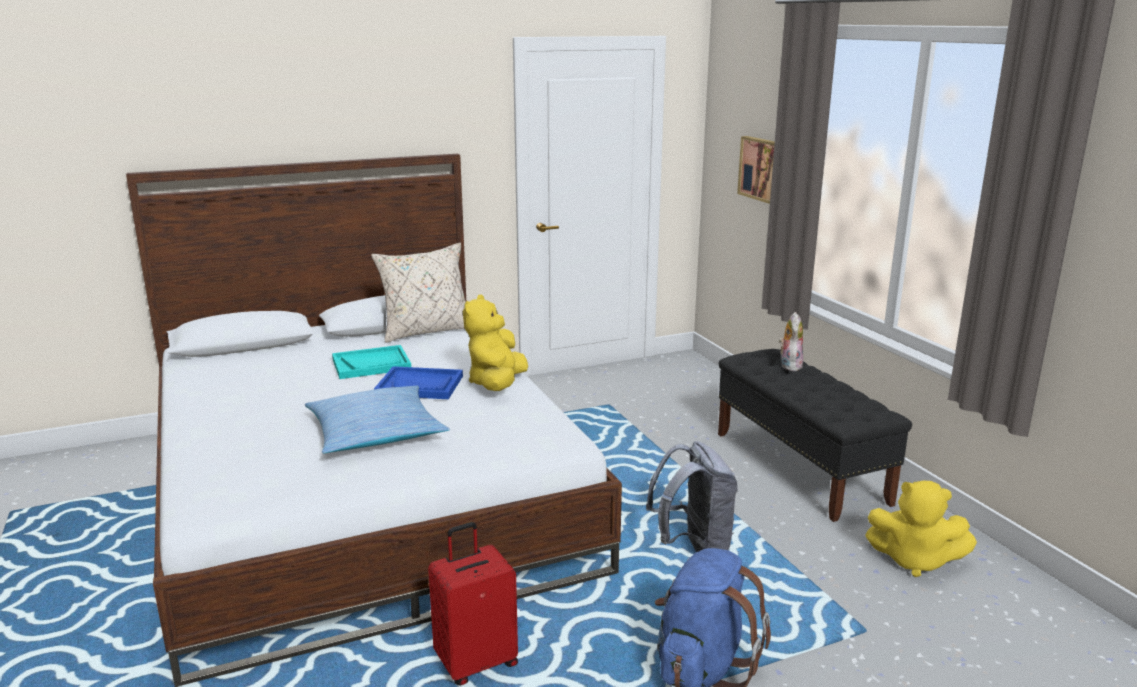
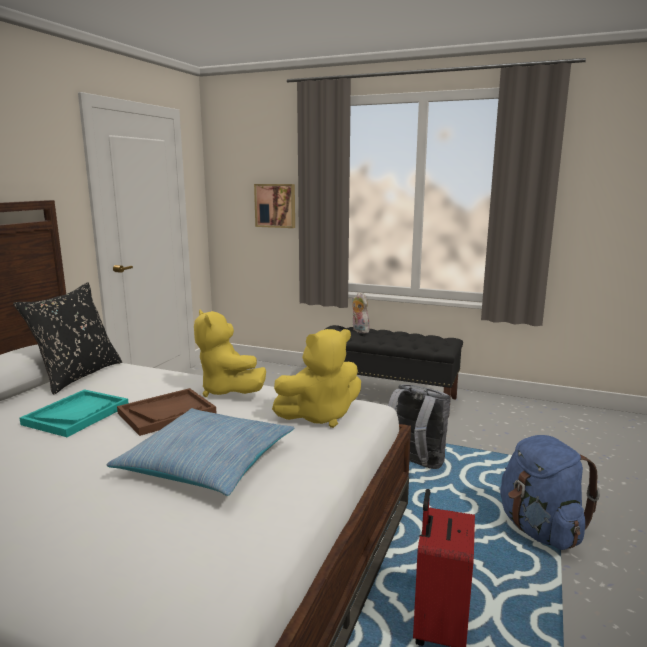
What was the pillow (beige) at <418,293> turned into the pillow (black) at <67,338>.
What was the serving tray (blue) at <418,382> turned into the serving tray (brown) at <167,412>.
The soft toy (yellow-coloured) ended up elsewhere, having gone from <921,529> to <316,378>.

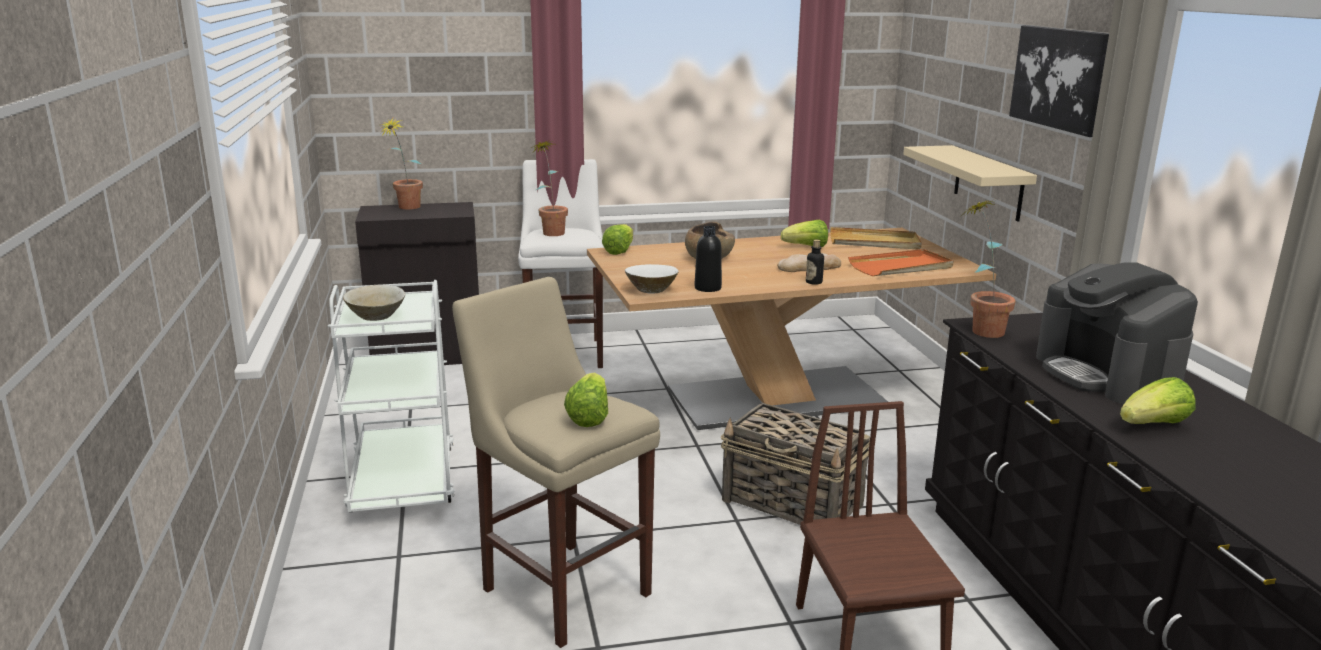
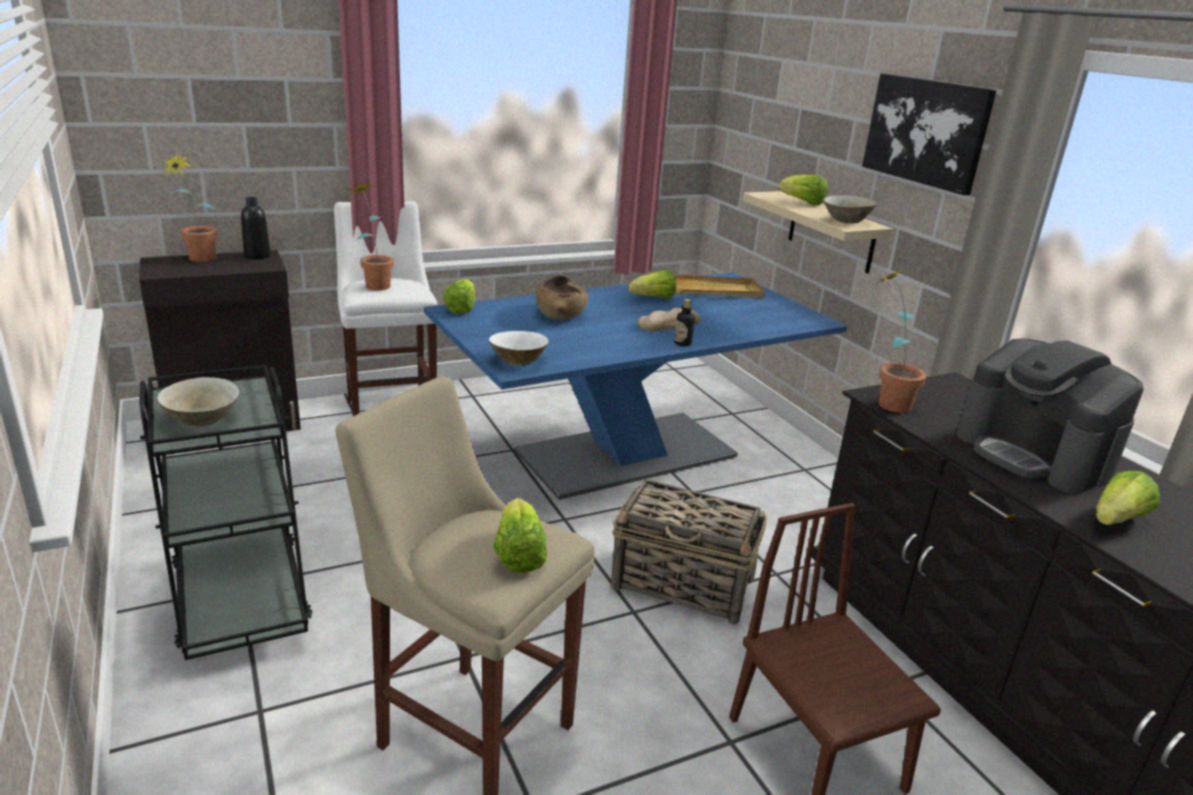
What was the wheeled cart (whitish) at <391,396> turned into the wheeled cart (black) at <225,512>.
What was the dining table (beige) at <791,329> turned into the dining table (blue) at <635,386>.
The beverage bottle (black) ended up elsewhere, having gone from <708,259> to <256,228>.
The second view lost the serving tray (orangey) at <901,262>.
The second view gained the lettuce at <803,190>.
The second view gained the deep dish (beige) at <850,209>.

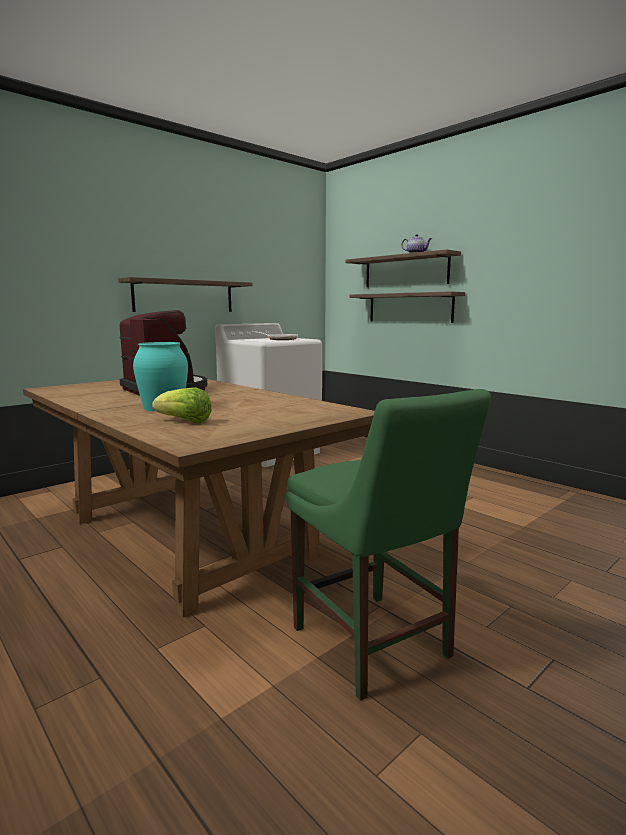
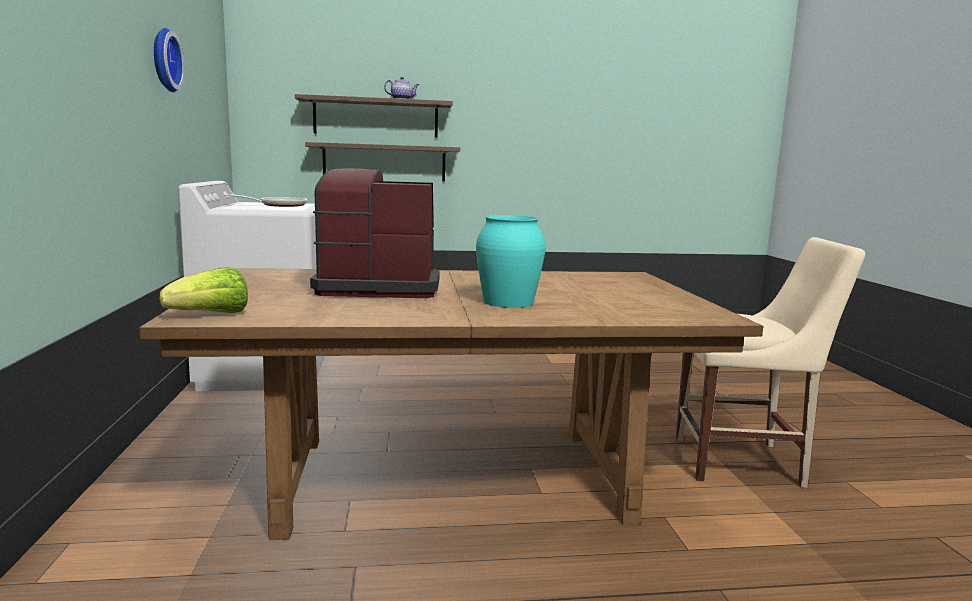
The second view lost the shelf at <185,294>.
The lettuce ended up elsewhere, having gone from <182,405> to <204,290>.
What was the plain chair (greenish) at <388,545> turned into the plain chair (beige) at <770,362>.
The second view gained the wall clock at <169,60>.

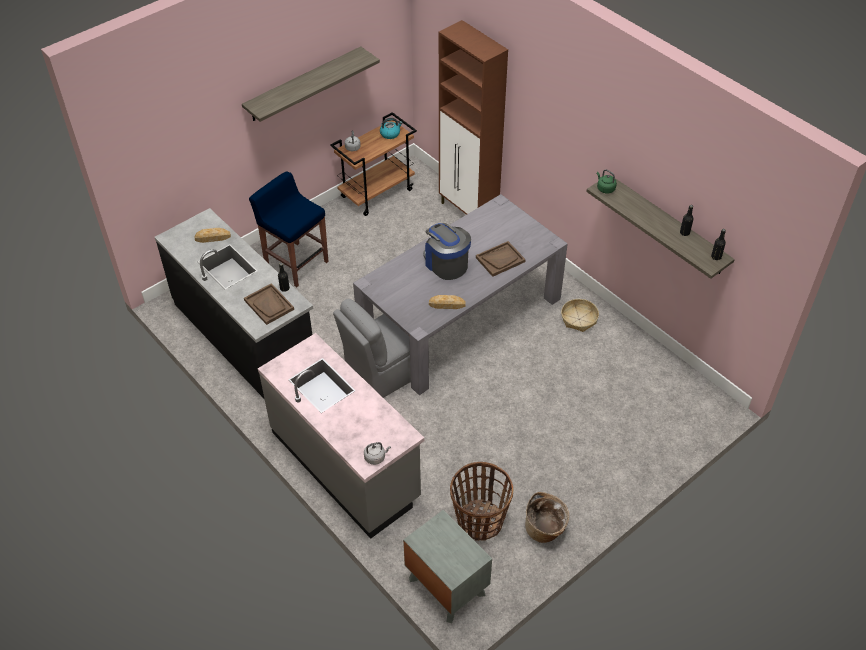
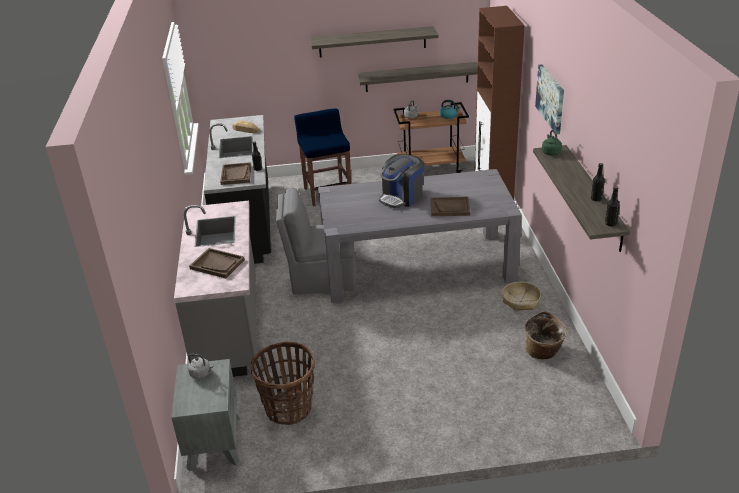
The kettle (greyish) ended up elsewhere, having gone from <377,453> to <200,366>.
The coffee maker at <447,251> ended up facing another way, 135 degrees counterclockwise from before.
The second view lost the bakery bread at <447,302>.
The basket ended up elsewhere, having gone from <547,517> to <546,335>.
The second view gained the serving tray (brown) at <217,263>.
The second view gained the shelf at <417,77>.
The second view gained the wall picture at <549,99>.

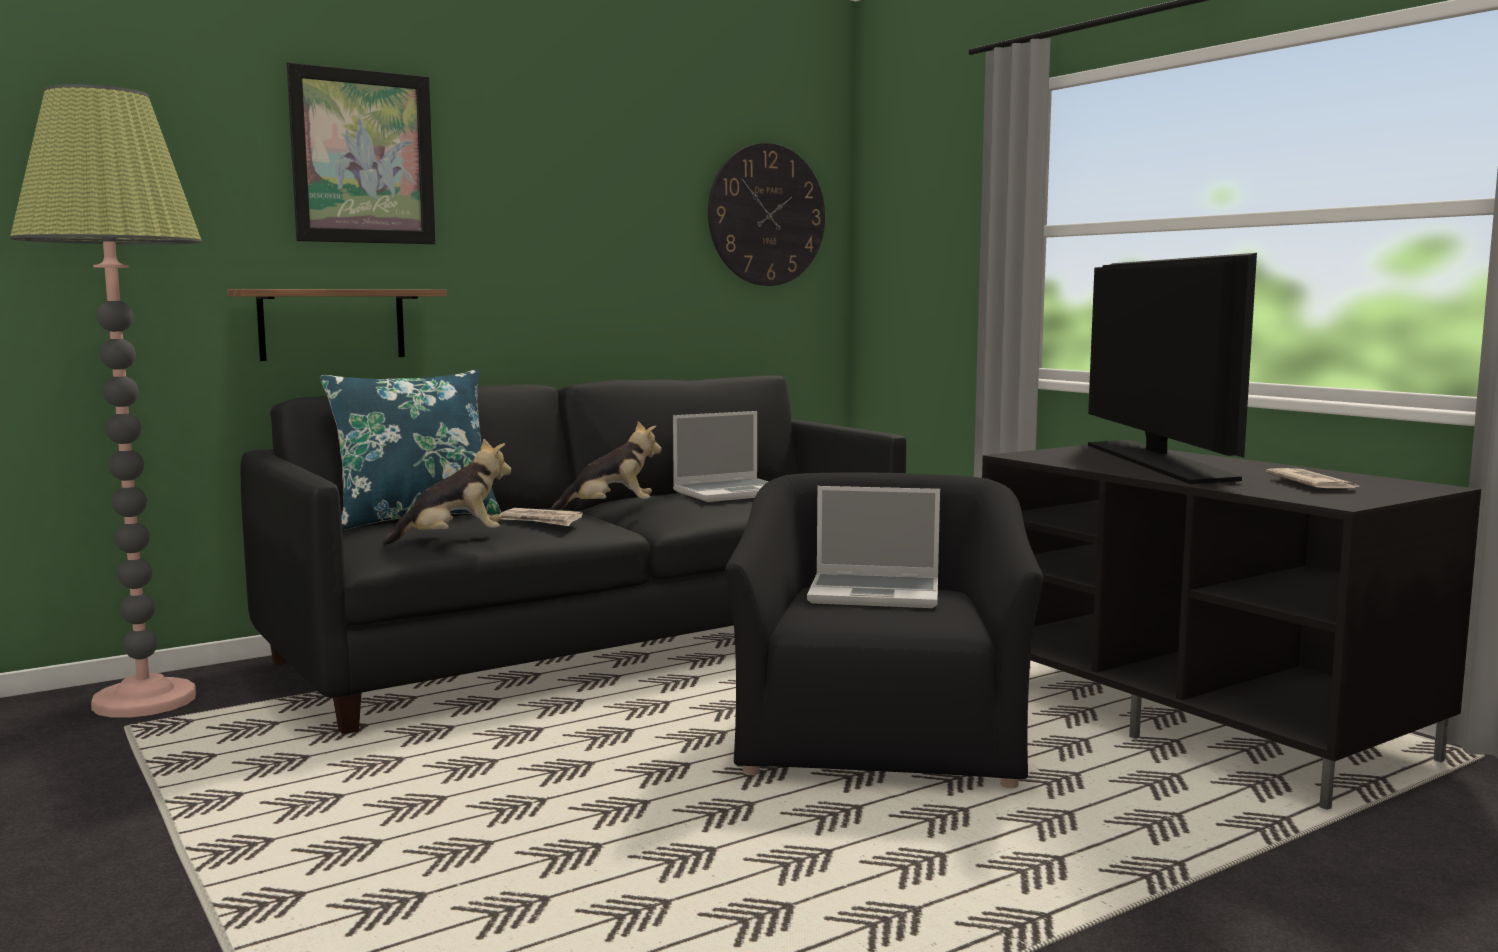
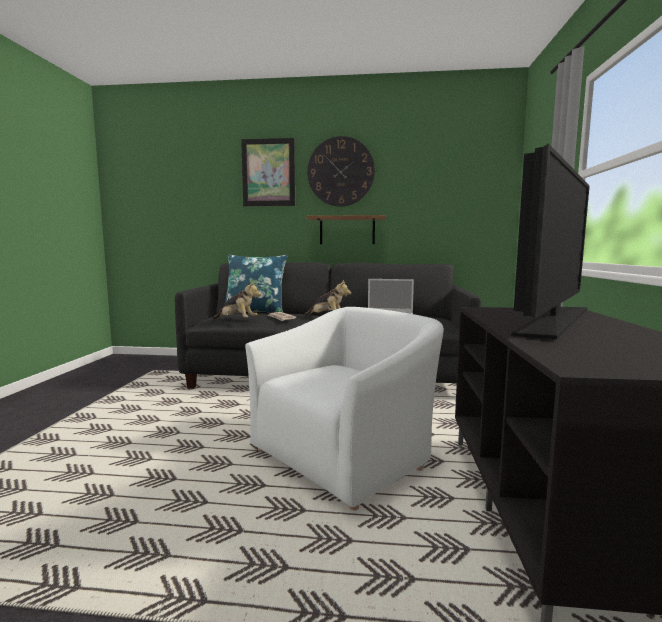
The second view lost the standard lamp at <106,401>.
The shelf ended up elsewhere, having gone from <337,325> to <346,229>.
The wall clock ended up elsewhere, having gone from <766,214> to <341,171>.
What was the lounge chair (black) at <884,630> turned into the lounge chair (whitish) at <344,408>.
The second view lost the laptop at <873,547>.
The second view lost the printed paper at <1313,478>.

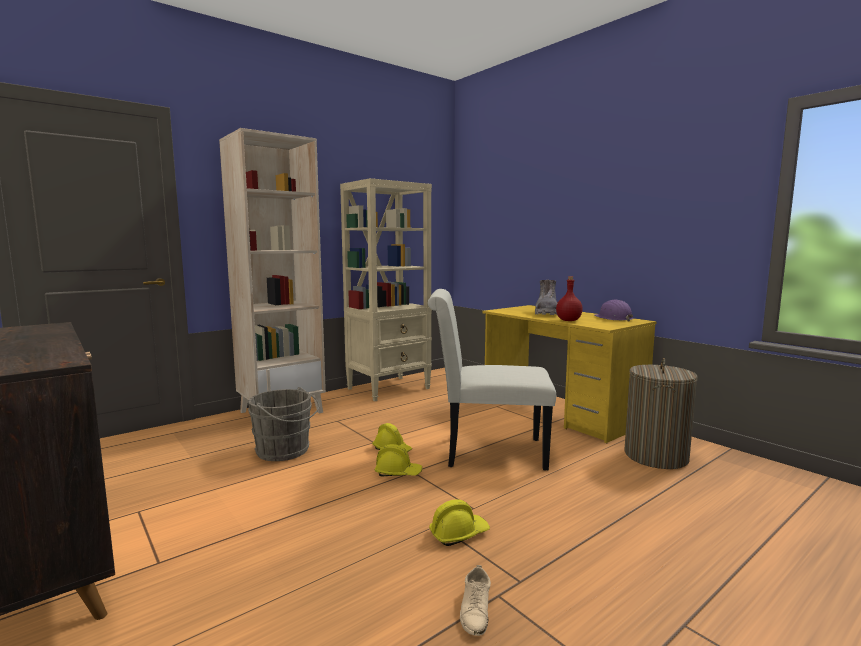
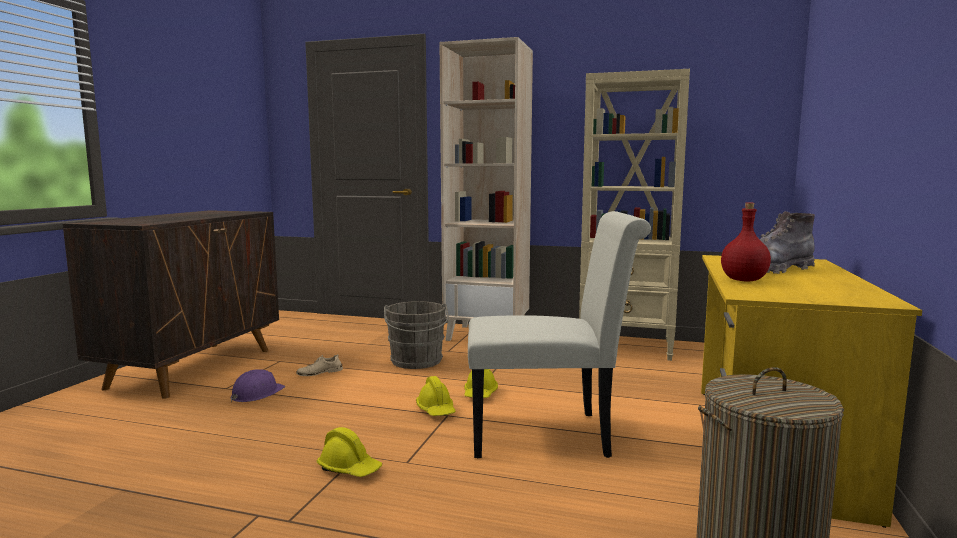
The plain chair (whitish) at <492,380> ended up facing another way, 120 degrees clockwise from before.
The shoe (beige) ended up elsewhere, having gone from <475,600> to <319,365>.
The work helmet (purple-coloured) ended up elsewhere, having gone from <614,310> to <258,385>.

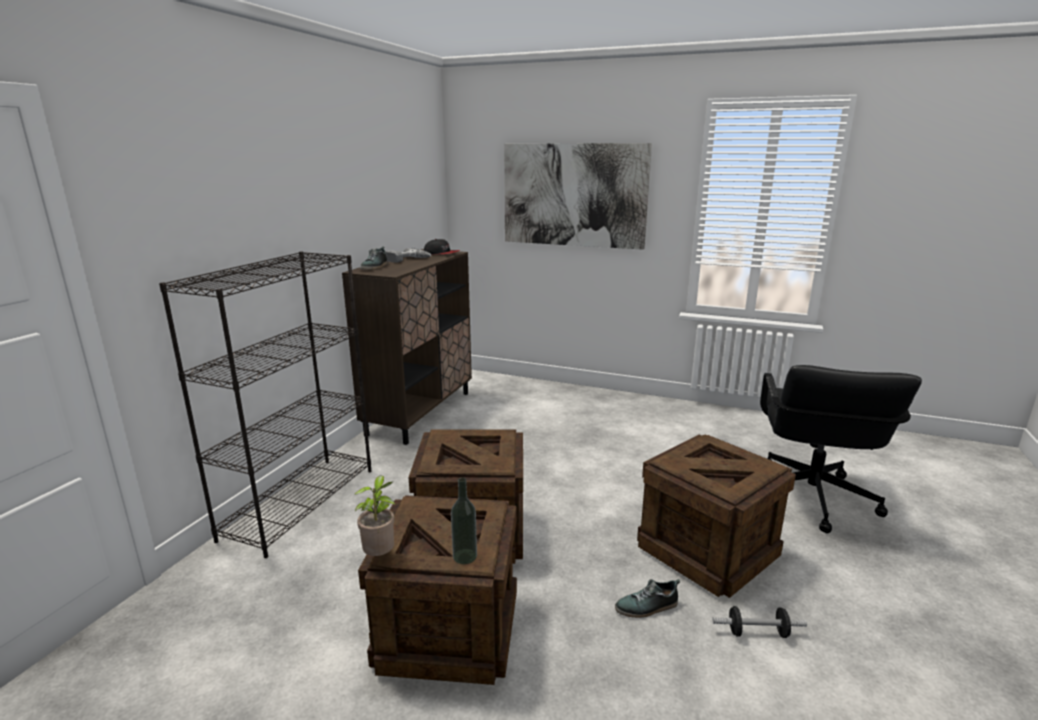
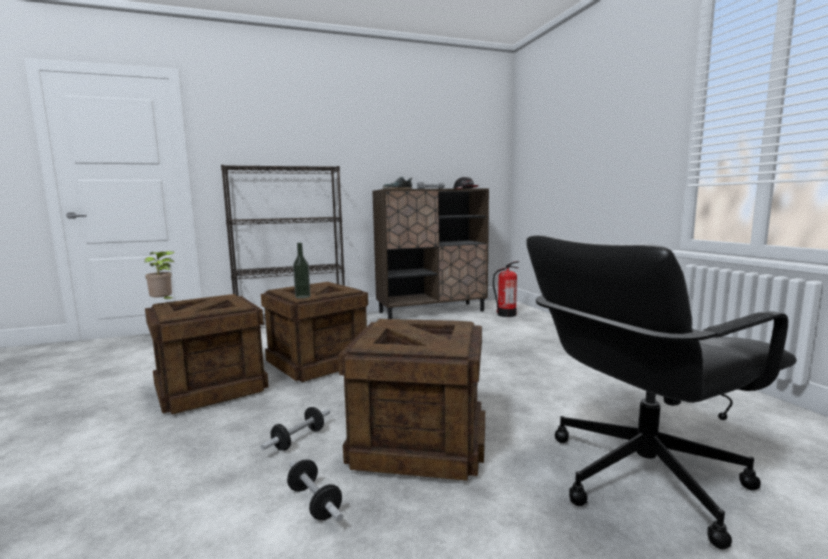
The beverage bottle ended up elsewhere, having gone from <464,521> to <302,271>.
The second view lost the wall picture at <578,196>.
Where the shoe stood at <647,598>, the free weight came to stand at <295,429>.
The second view gained the fire-fighting cylinder at <506,289>.

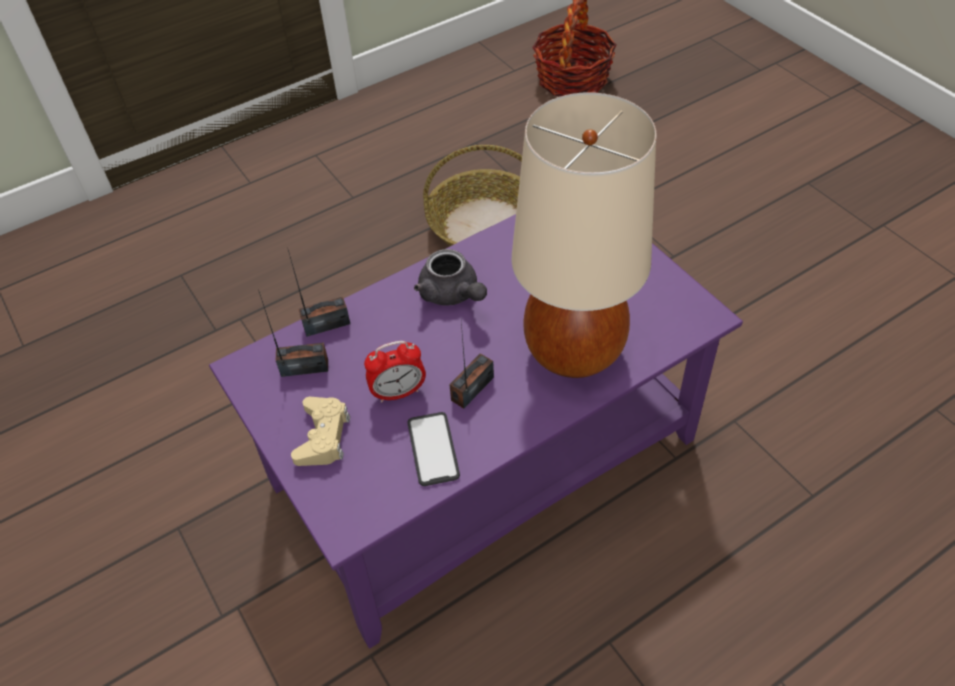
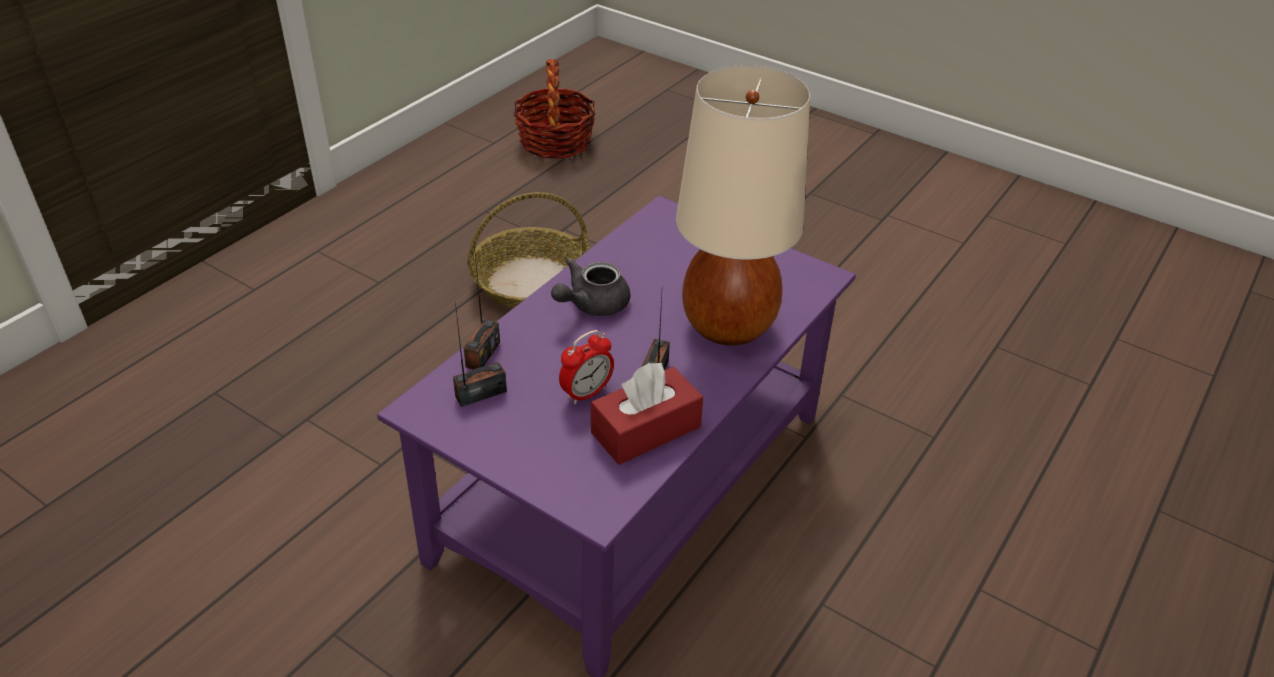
The radio receiver at <318,292> ended up facing another way, 150 degrees clockwise from before.
The second view lost the game controller (beige) at <320,431>.
Where the phone stood at <433,449>, the tissue holder (red-coloured) came to stand at <647,414>.
The tea pot (greyish) at <450,277> ended up facing another way, 105 degrees clockwise from before.

